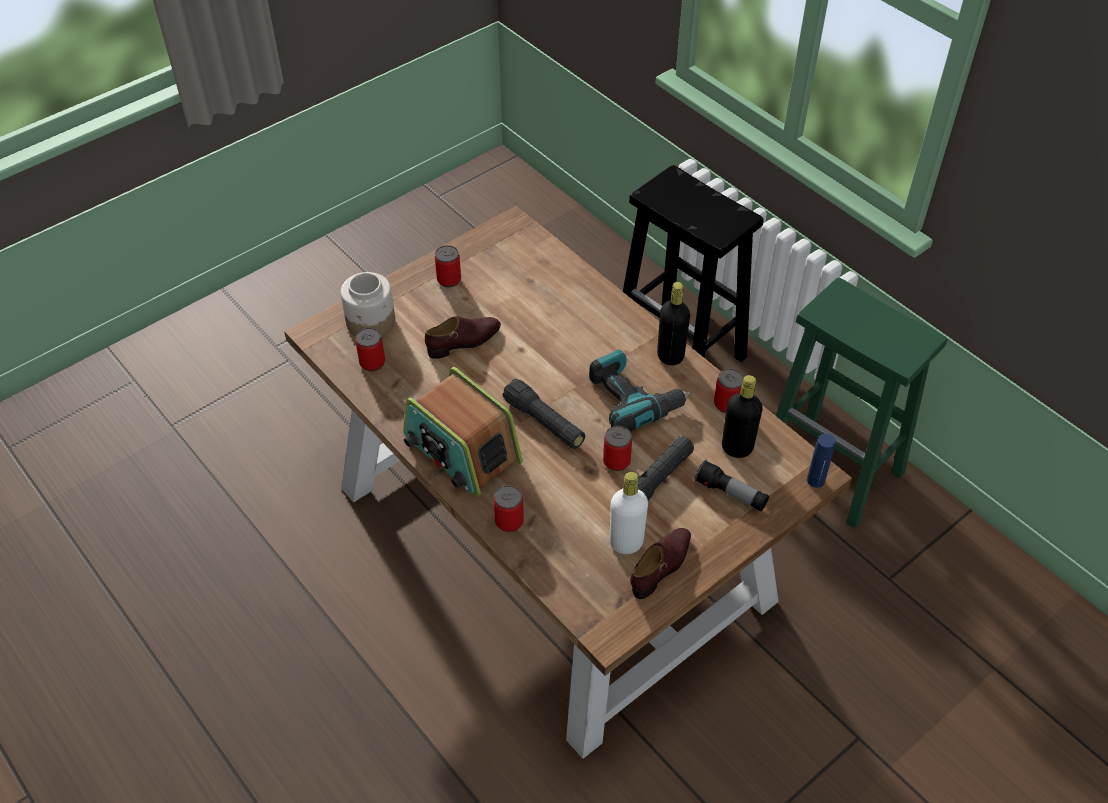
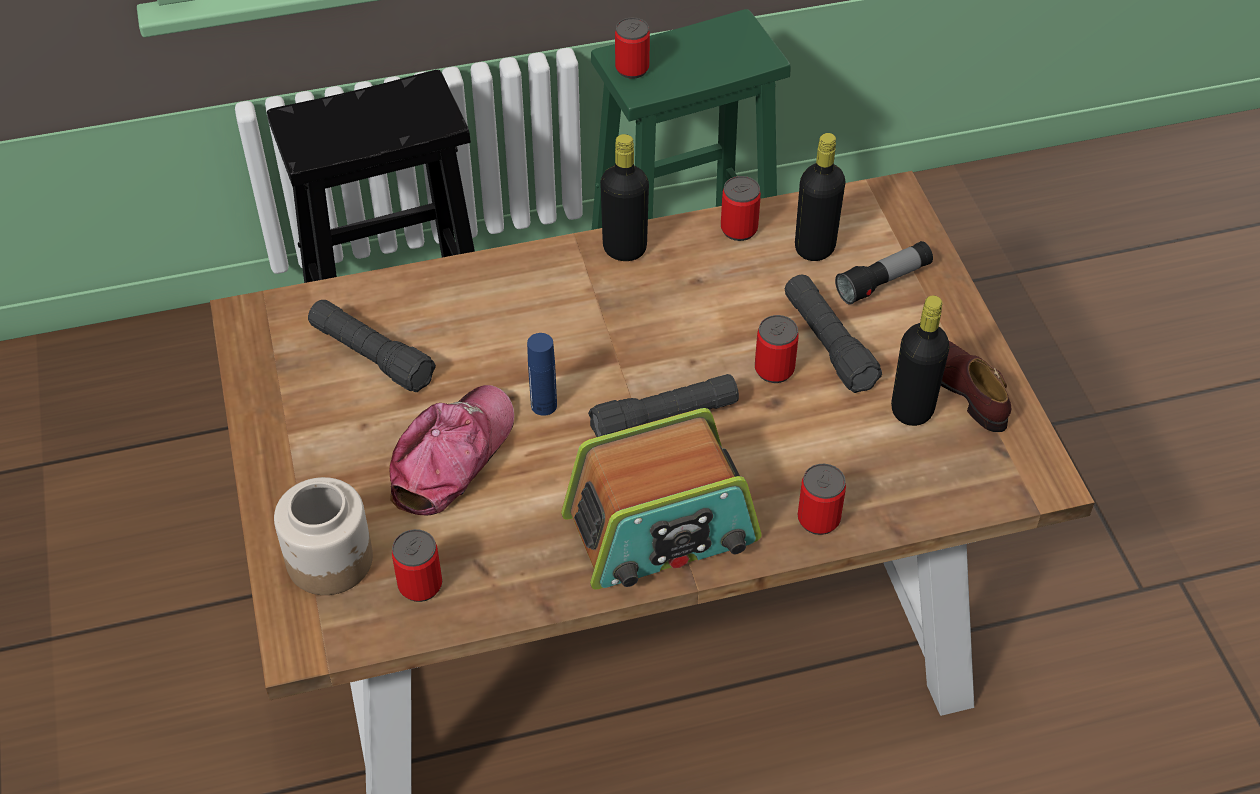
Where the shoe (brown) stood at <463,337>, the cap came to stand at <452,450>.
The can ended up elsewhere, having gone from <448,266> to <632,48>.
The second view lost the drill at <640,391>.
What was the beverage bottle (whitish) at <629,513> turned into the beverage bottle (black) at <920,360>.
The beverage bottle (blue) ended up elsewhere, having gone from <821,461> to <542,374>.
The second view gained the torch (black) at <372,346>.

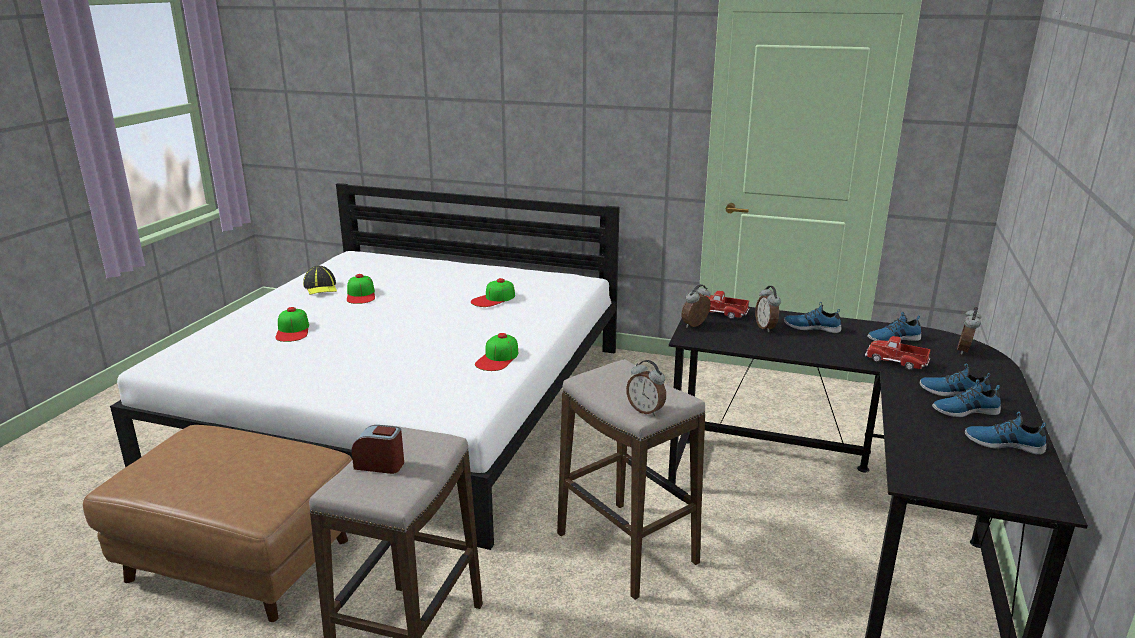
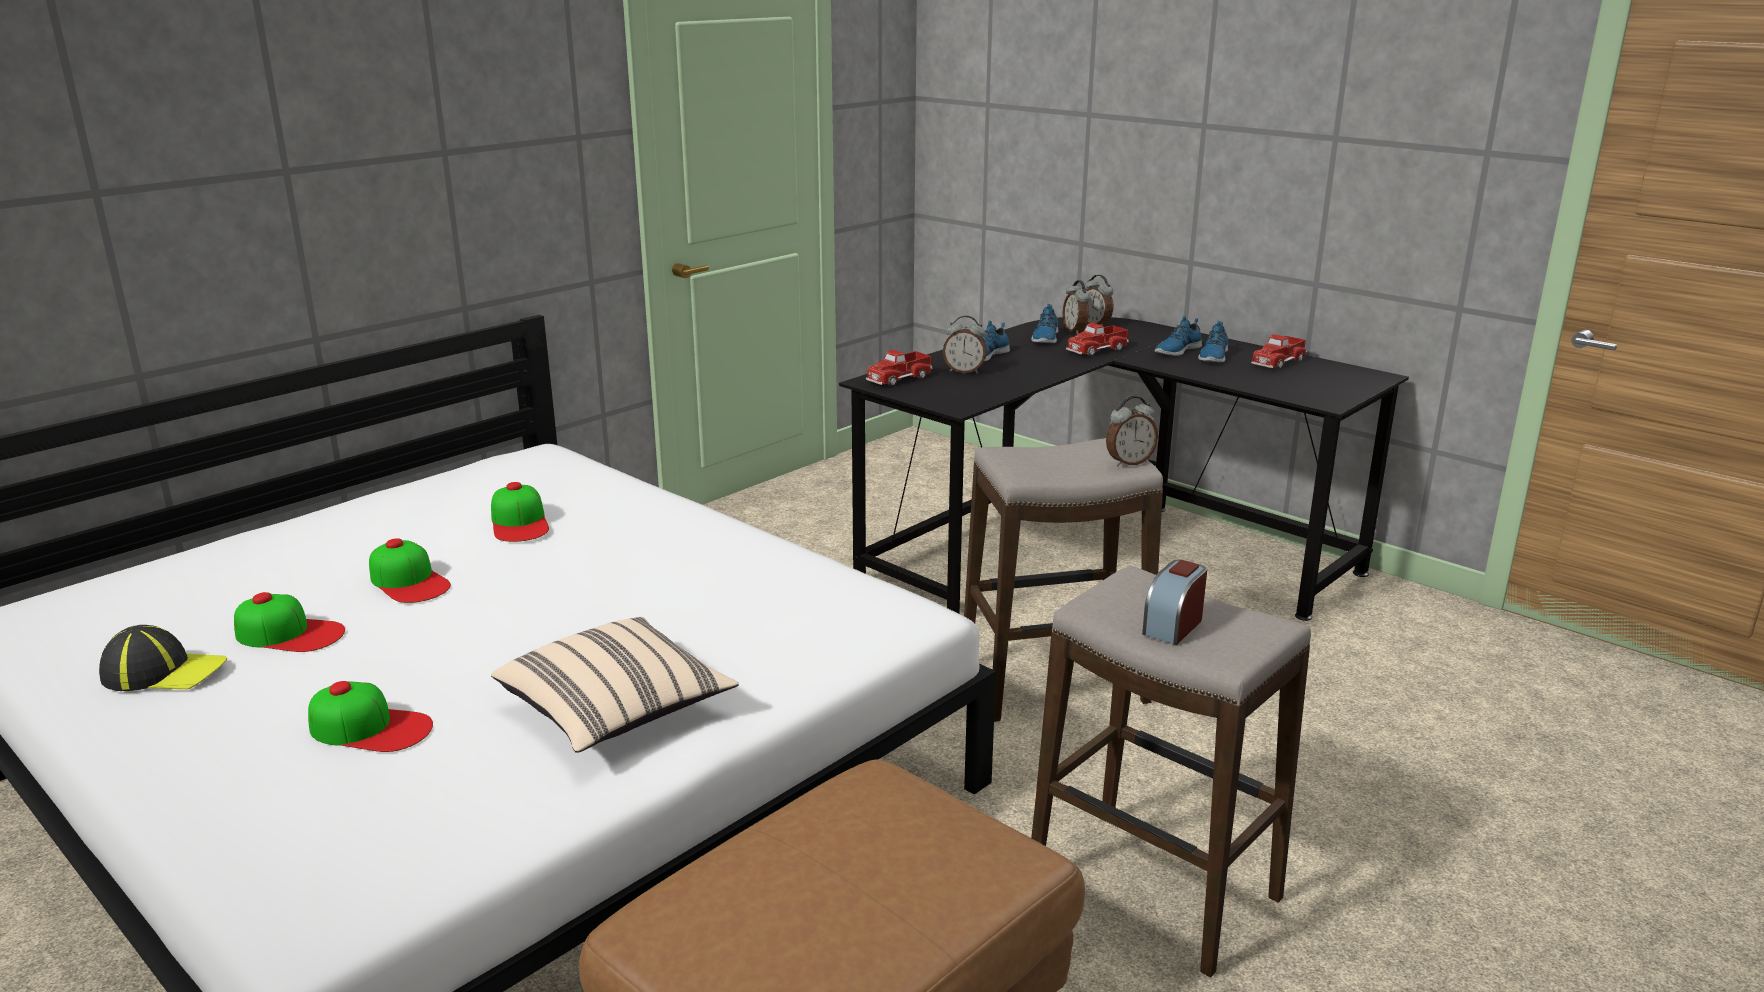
The cap ended up elsewhere, having gone from <496,352> to <410,570>.
The table clock ended up elsewhere, having gone from <696,305> to <1076,307>.
Where the shoe stood at <1005,433>, the model truck came to stand at <1279,351>.
The second view gained the pillow (beige) at <615,685>.

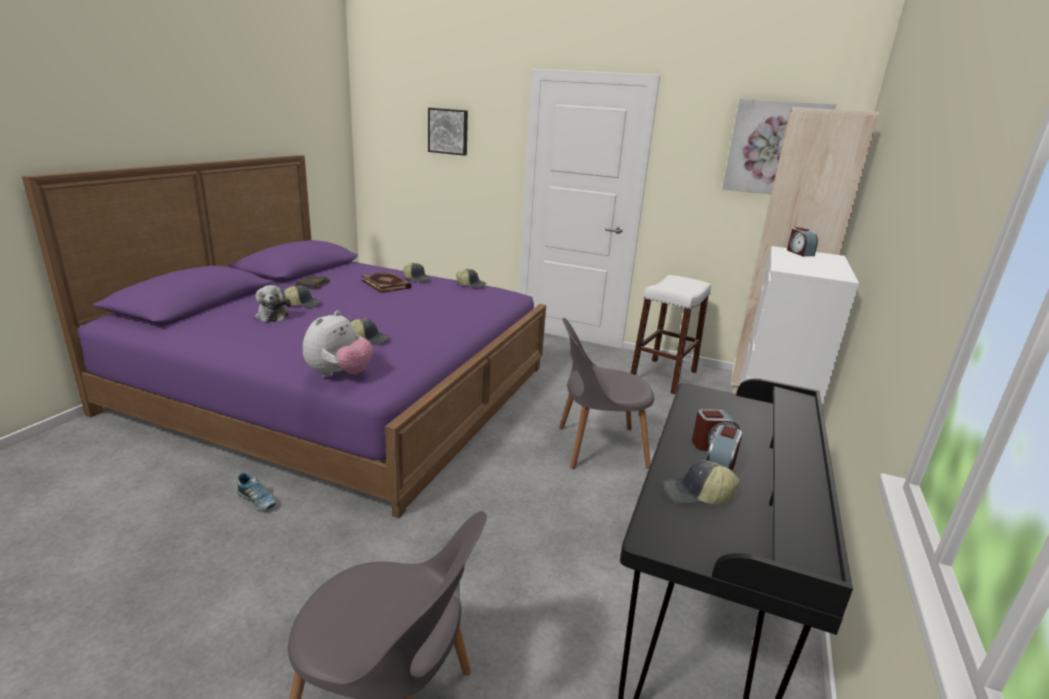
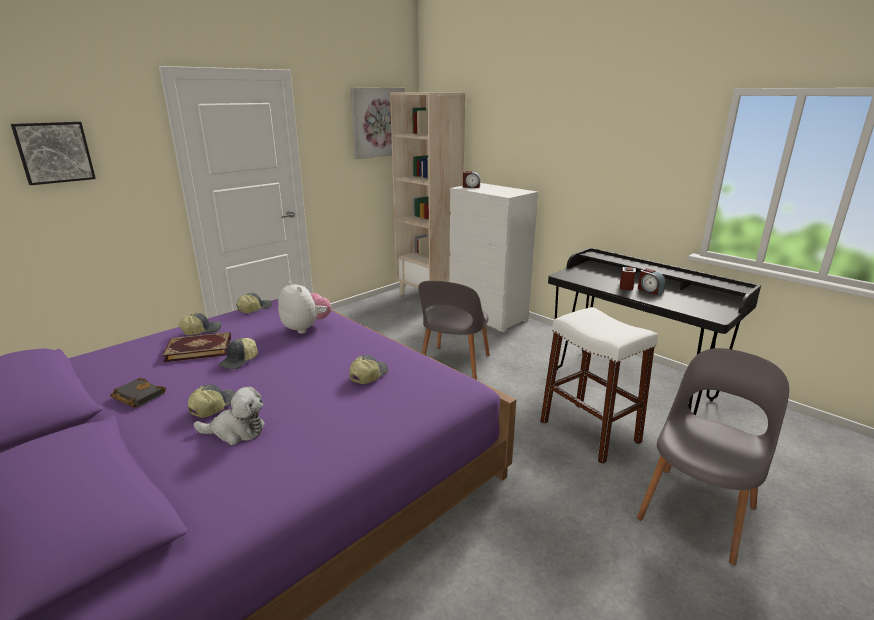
The second view lost the shoe at <256,491>.
The soft toy ended up elsewhere, having gone from <338,343> to <304,307>.
The stool seat (whitish) ended up elsewhere, having gone from <670,335> to <599,385>.
The cap ended up elsewhere, having gone from <701,482> to <237,354>.

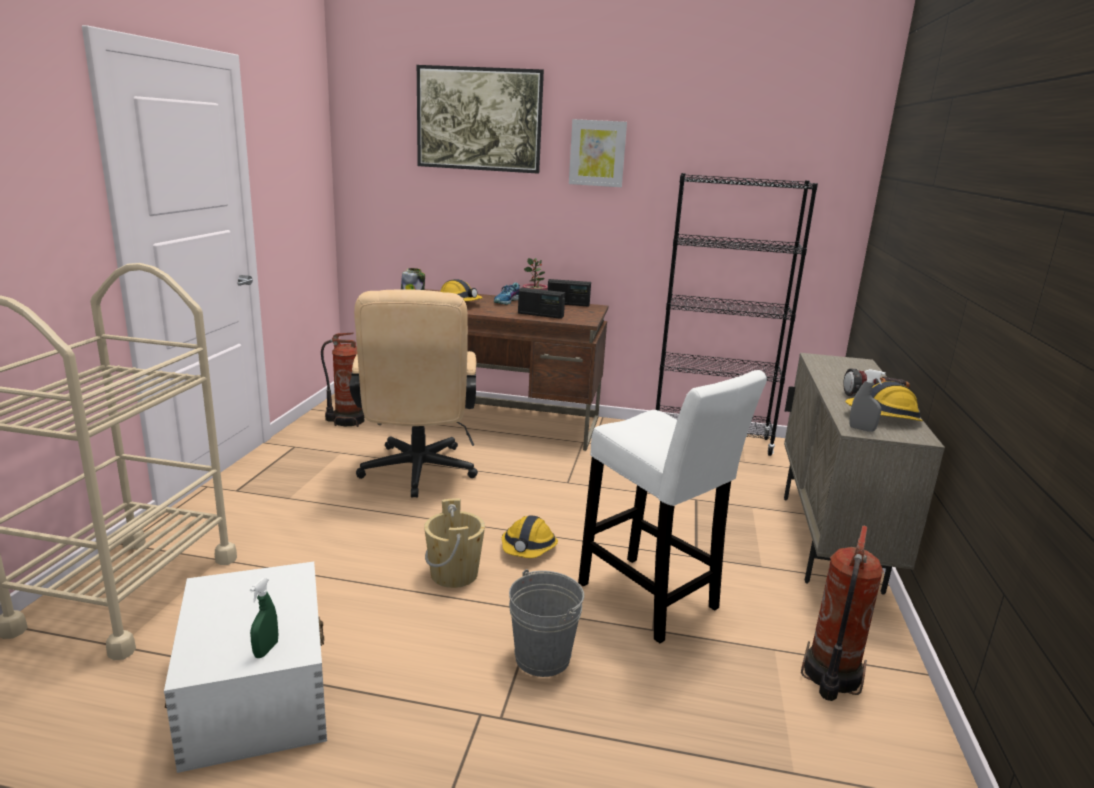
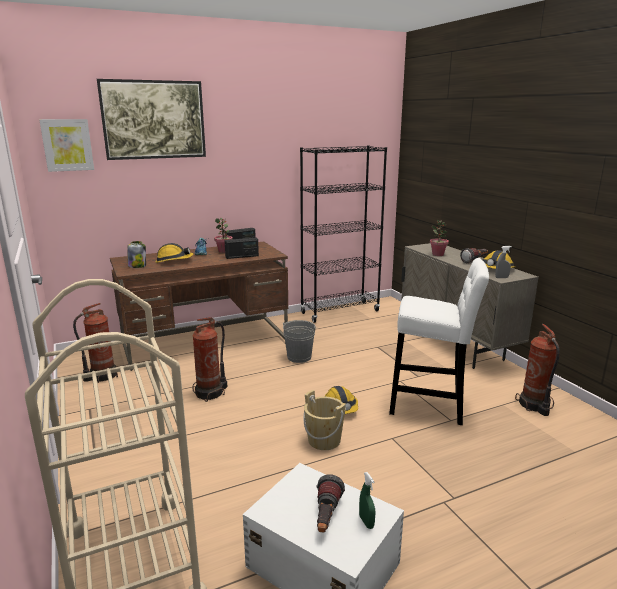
Where the desk chair (beige) stood at <413,393>, the fire-fighting cylinder came to stand at <210,359>.
The bucket (greyish) ended up elsewhere, having gone from <546,623> to <299,341>.
The wall picture ended up elsewhere, having gone from <598,153> to <66,145>.
The second view gained the torch at <331,503>.
The second view gained the plant in a pot at <439,238>.

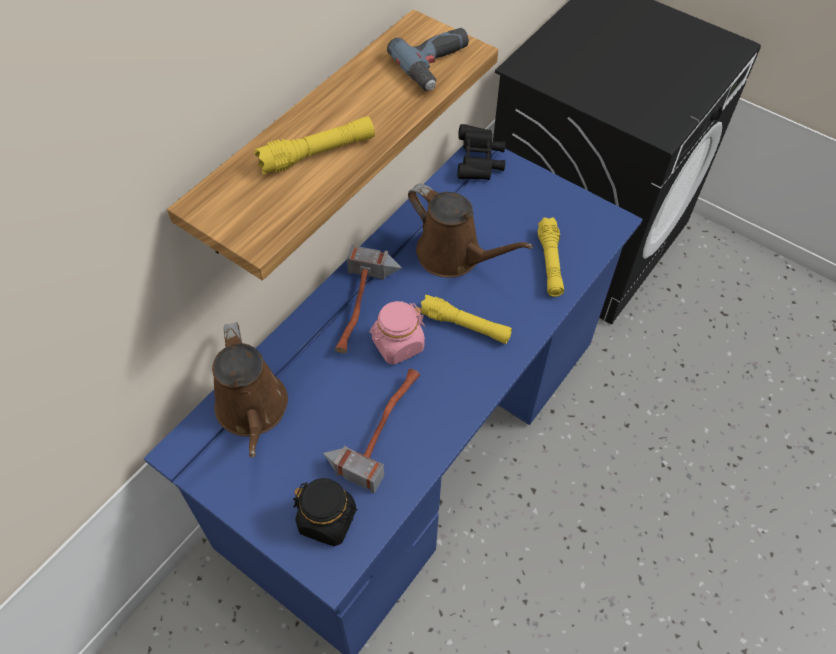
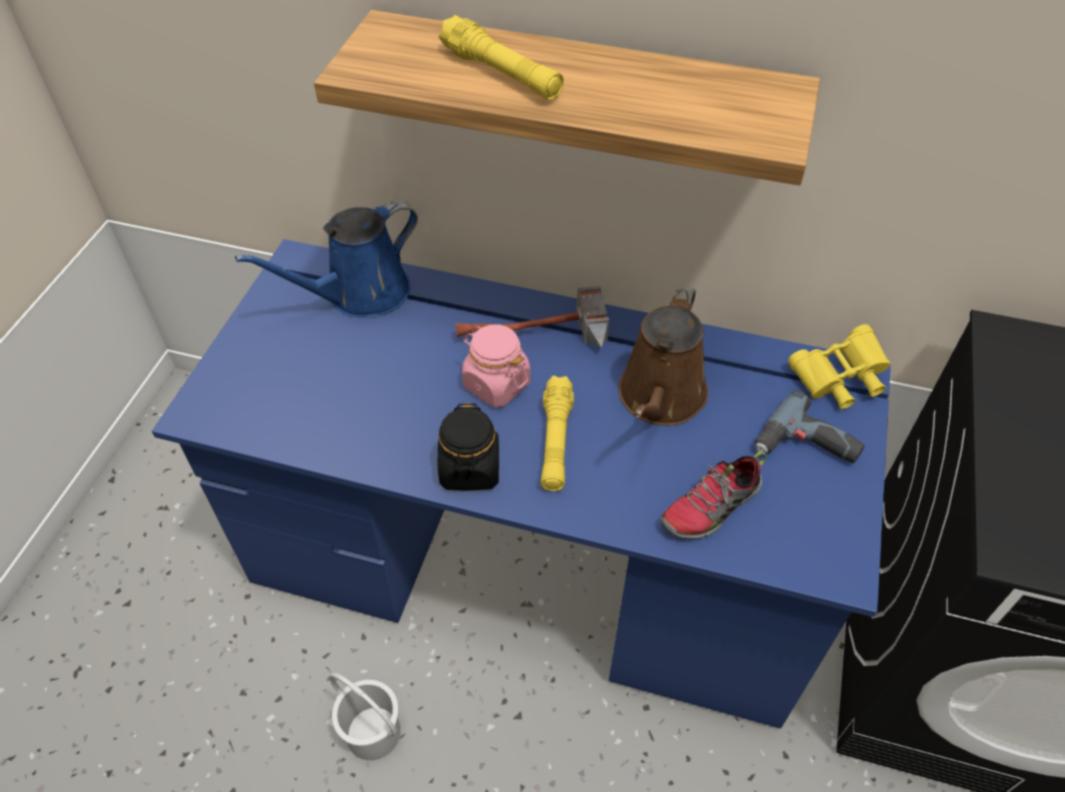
What was the watering pot (brown) at <250,390> turned into the watering pot (blue) at <326,259>.
The preserve jar (black) ended up elsewhere, having gone from <325,512> to <468,446>.
The second view lost the hand hammer at <371,431>.
The drill ended up elsewhere, having gone from <428,59> to <810,427>.
What was the field glasses (black) at <481,152> turned into the field glasses (yellow-coloured) at <839,366>.
Where the torch (yellow-coloured) stood at <551,257>, the shoe came to stand at <713,495>.
The second view gained the bucket (whitish) at <365,717>.

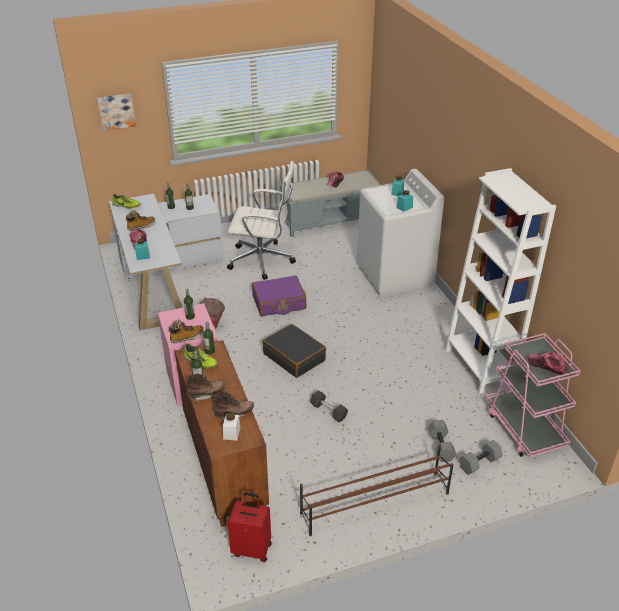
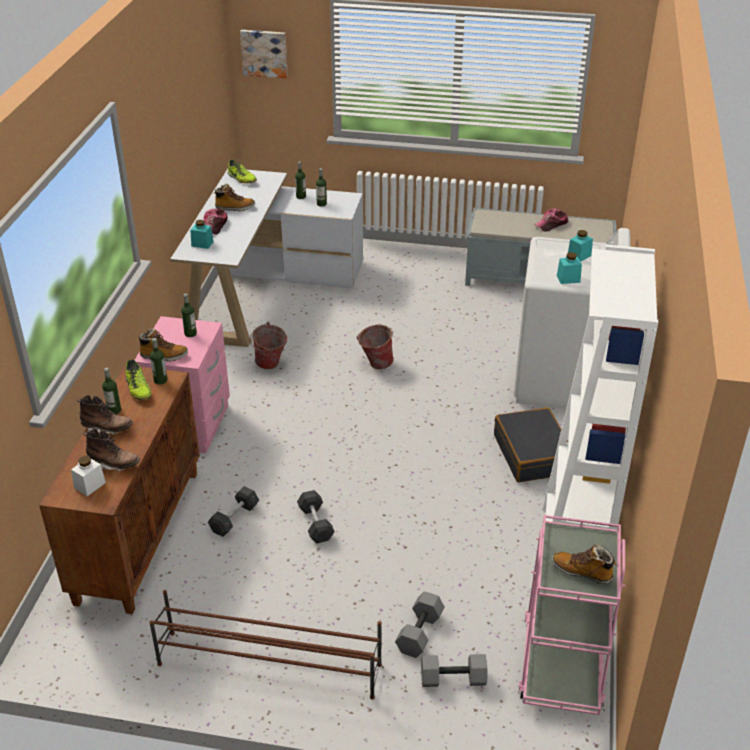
The second view lost the desk chair (whitish) at <261,220>.
The second view lost the suitcase (red-coloured) at <249,527>.
Where the suitcase (purple-coloured) stood at <279,296>, the bucket came to stand at <375,347>.
The suitcase (black) ended up elsewhere, having gone from <294,351> to <531,444>.
Where the cap stood at <547,363>, the tall boot came to stand at <584,564>.
The second view gained the free weight (greyish) at <233,511>.

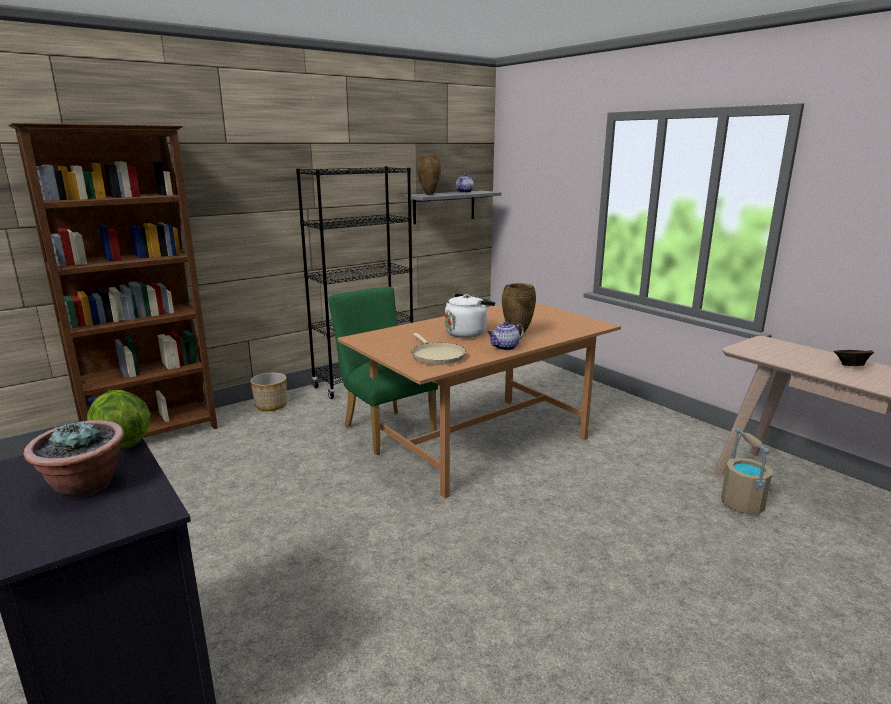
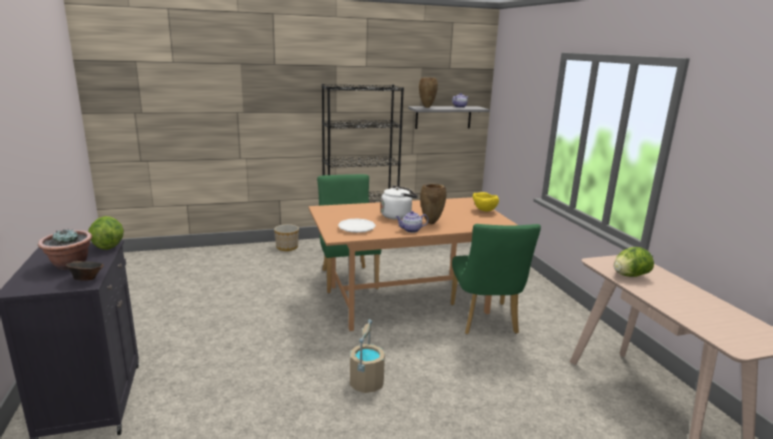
The second view lost the bookcase (brown) at <113,280>.
Where the skillet (beige) stood at <438,349>, the flat dish (whitish) came to stand at <357,225>.
The bucket (beige) ended up elsewhere, having gone from <747,471> to <367,356>.
The deep dish (brown) ended up elsewhere, having gone from <854,358> to <85,271>.
The second view gained the plain chair (greenish) at <495,279>.
The second view gained the deep dish (yellow-coloured) at <486,201>.
The second view gained the lettuce at <634,262>.

